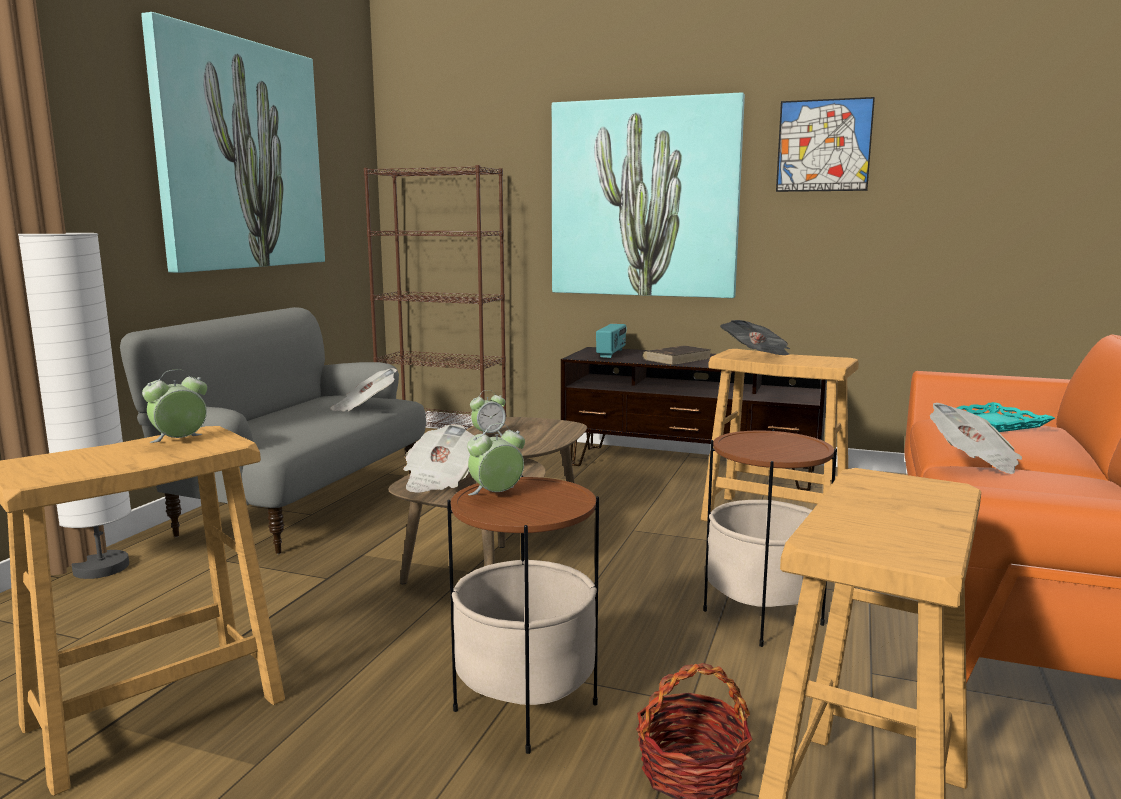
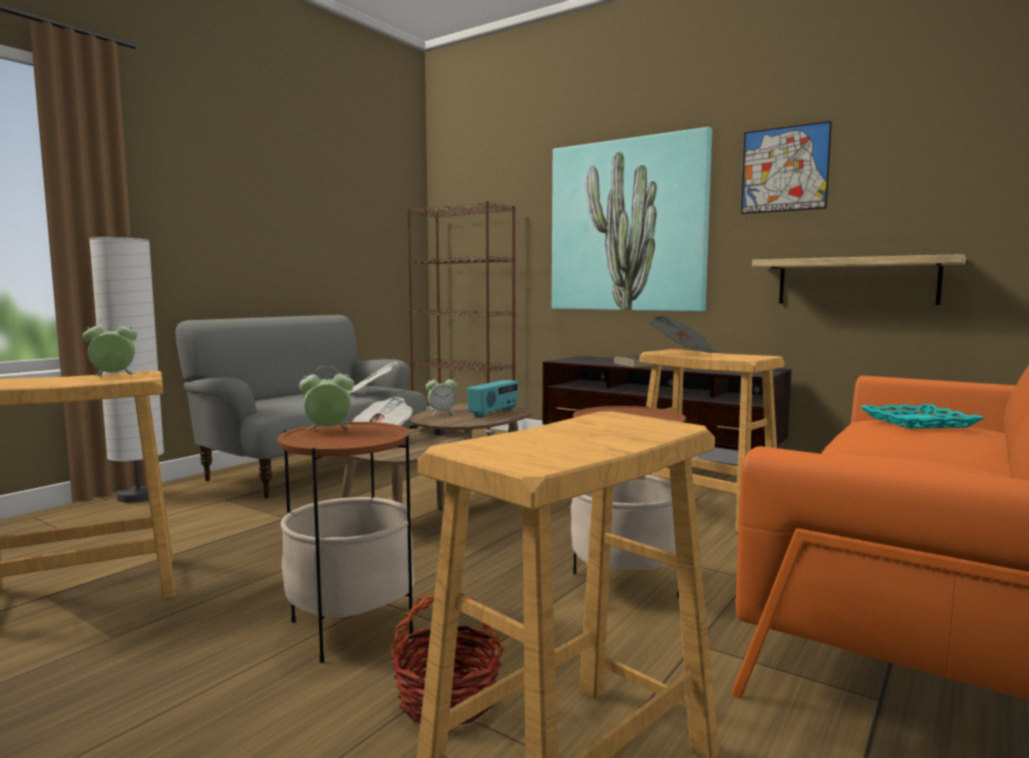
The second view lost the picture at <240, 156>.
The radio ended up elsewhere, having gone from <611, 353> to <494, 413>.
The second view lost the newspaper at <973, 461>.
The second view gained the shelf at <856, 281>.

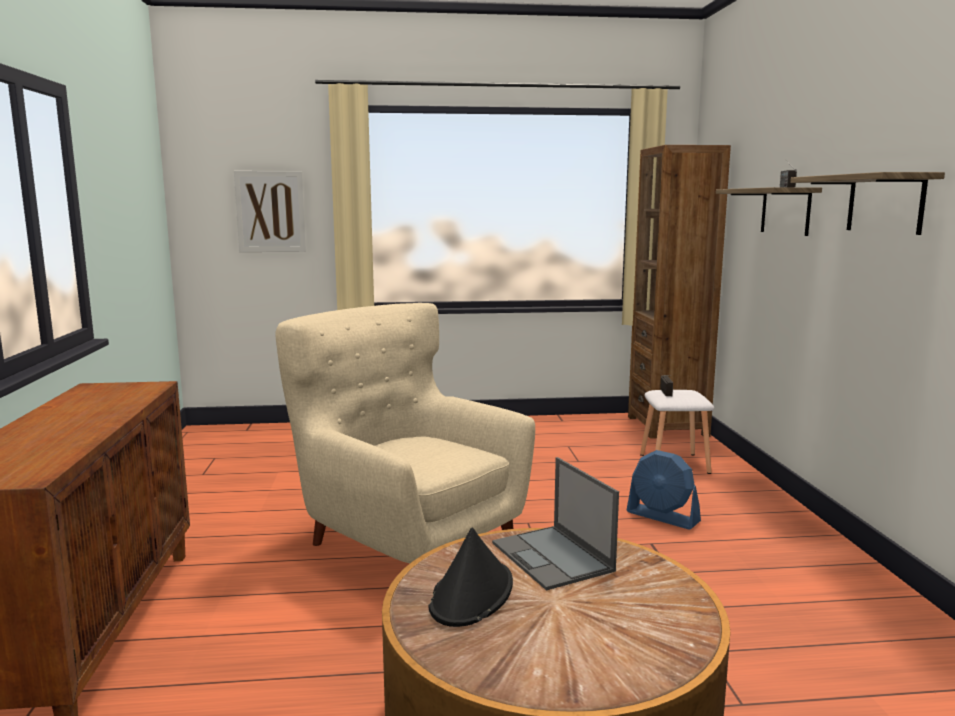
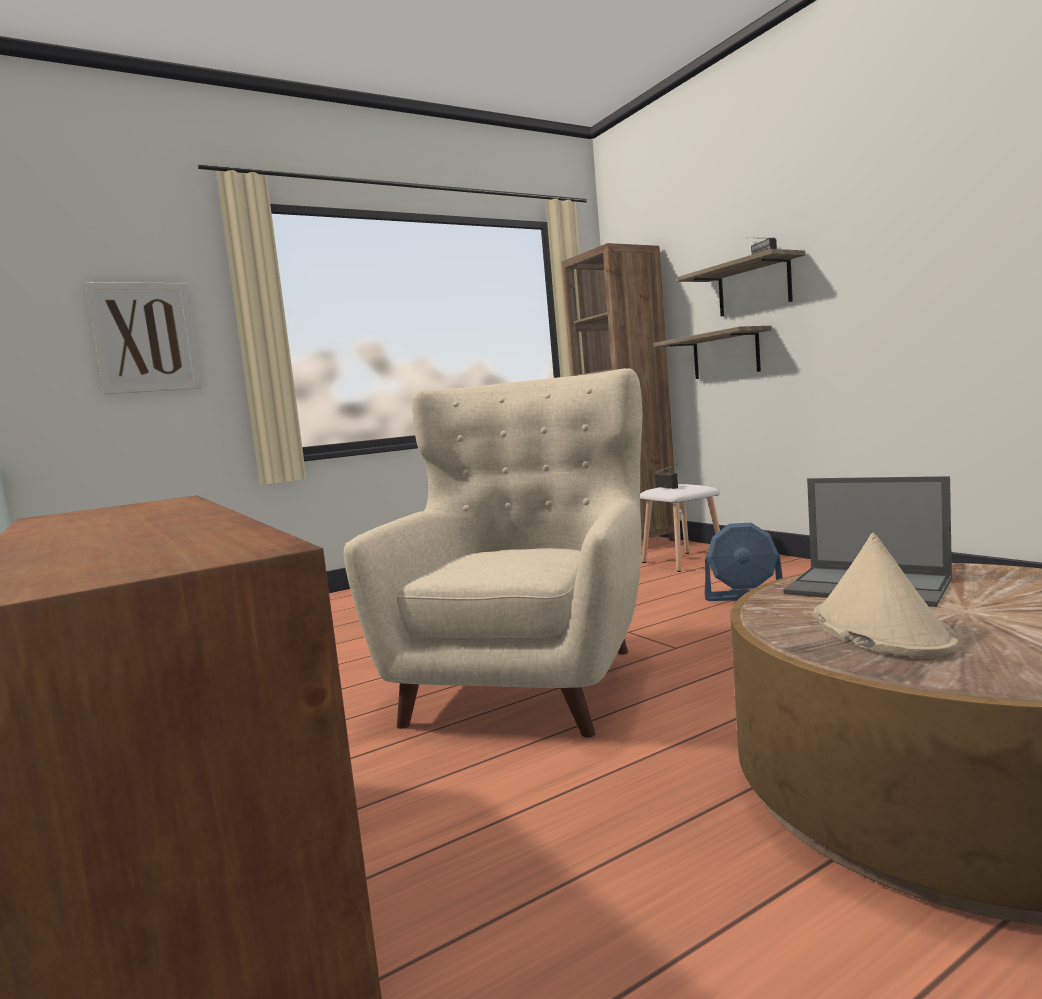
The beige armchair at <407, 542> ended up facing another way, 90 degrees clockwise from before.
What was the black hat at <472, 594> turned into the beige hat at <878, 630>.
The shelf ended up elsewhere, having gone from <885, 203> to <725, 354>.

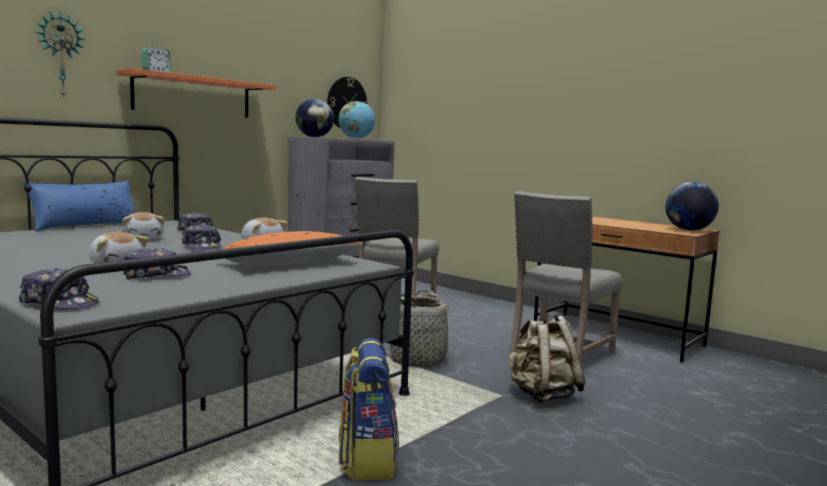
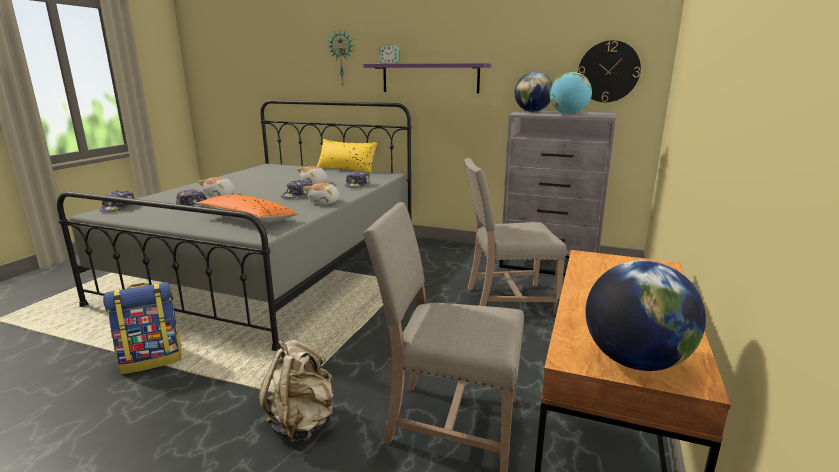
What was the blue pillow at <85, 226> turned into the yellow pillow at <346, 169>.
What was the orange shelf at <193, 96> turned into the purple shelf at <430, 78>.
The second view lost the basket at <418, 360>.

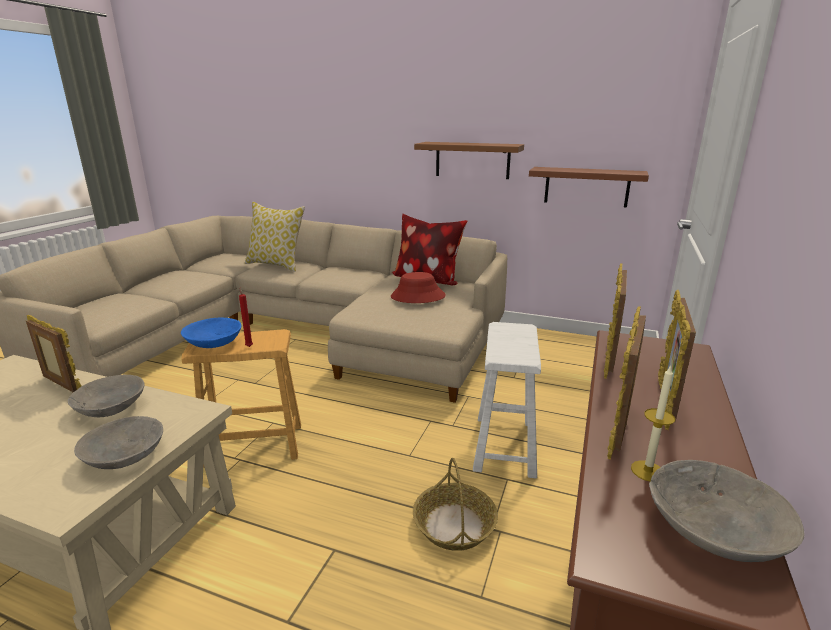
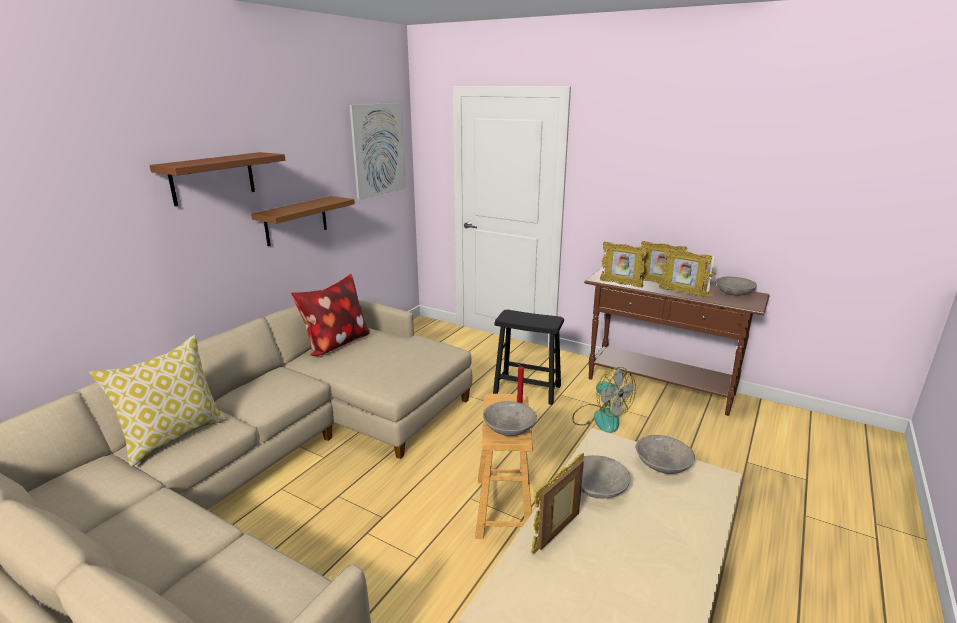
What was the blue bowl at <213, 343> turned into the grey bowl at <509, 429>.
The second view lost the red hat at <417, 296>.
Where the basket stood at <454, 525>, the fan came to stand at <600, 418>.
What was the white stool at <505, 446> turned into the black stool at <527, 389>.
The brown shelf ended up elsewhere, having gone from <586, 186> to <213, 178>.
The second view gained the picture at <379, 149>.

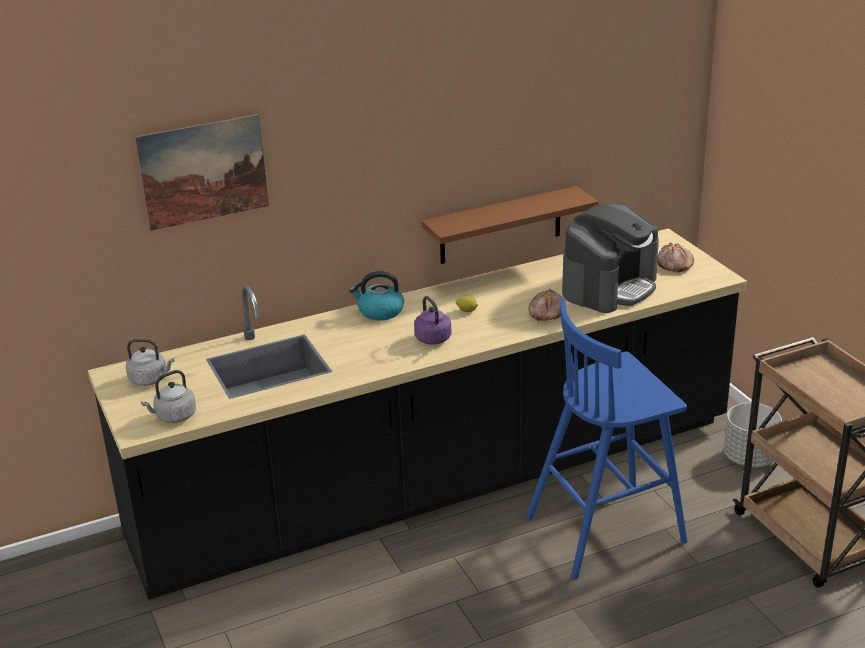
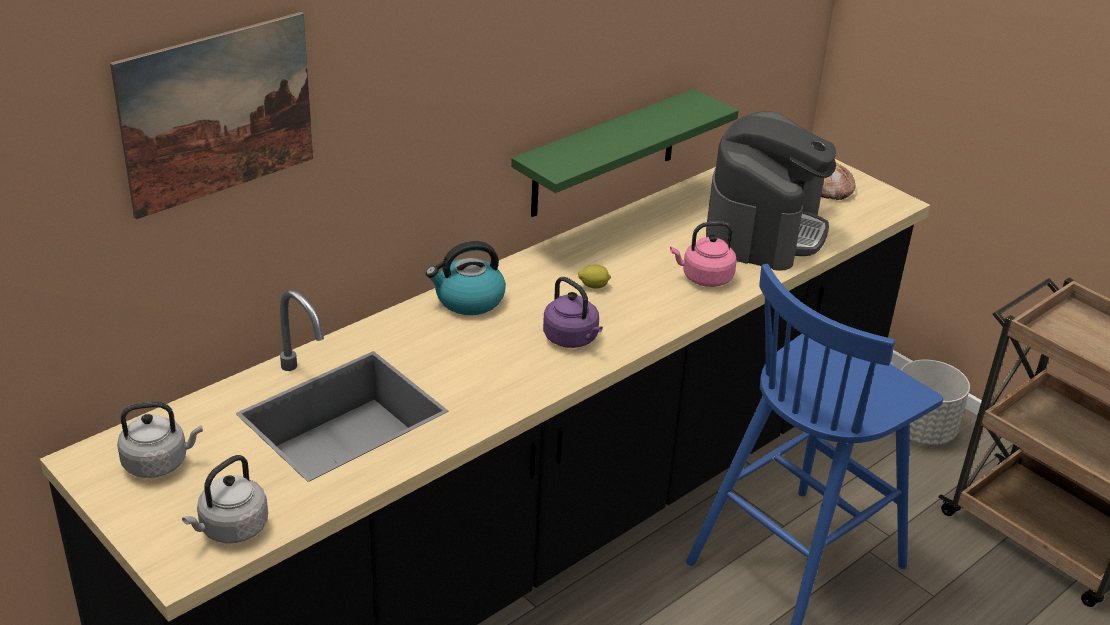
What was the brown shelf at <500, 226> turned into the green shelf at <605, 154>.
Where the bread stood at <546, 312>, the pink kettle came to stand at <704, 278>.

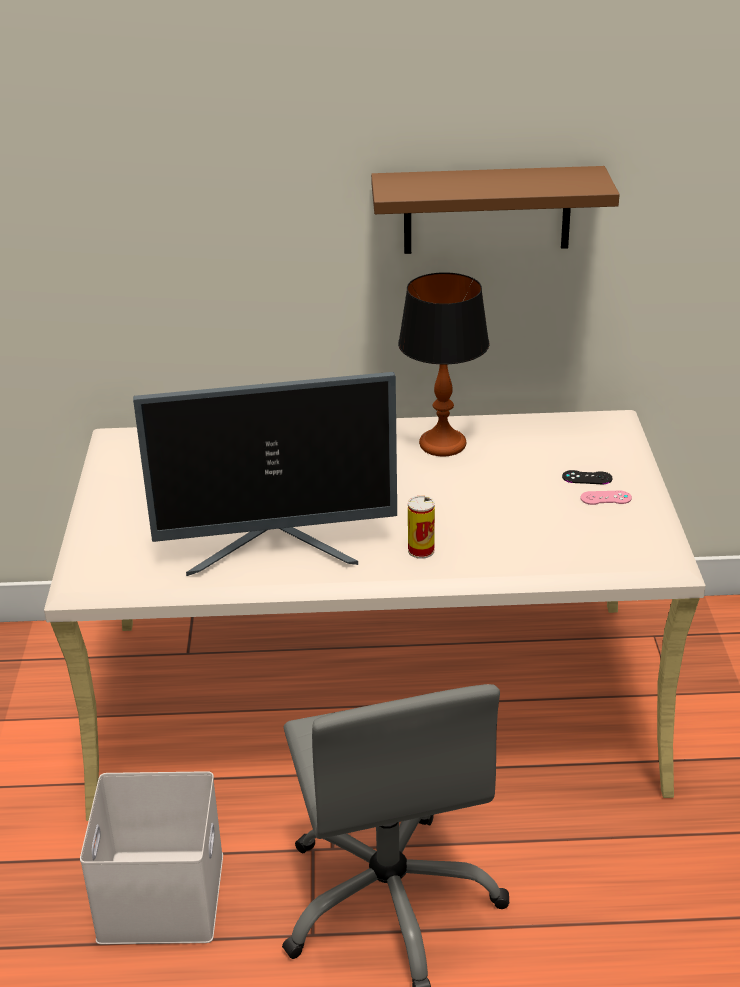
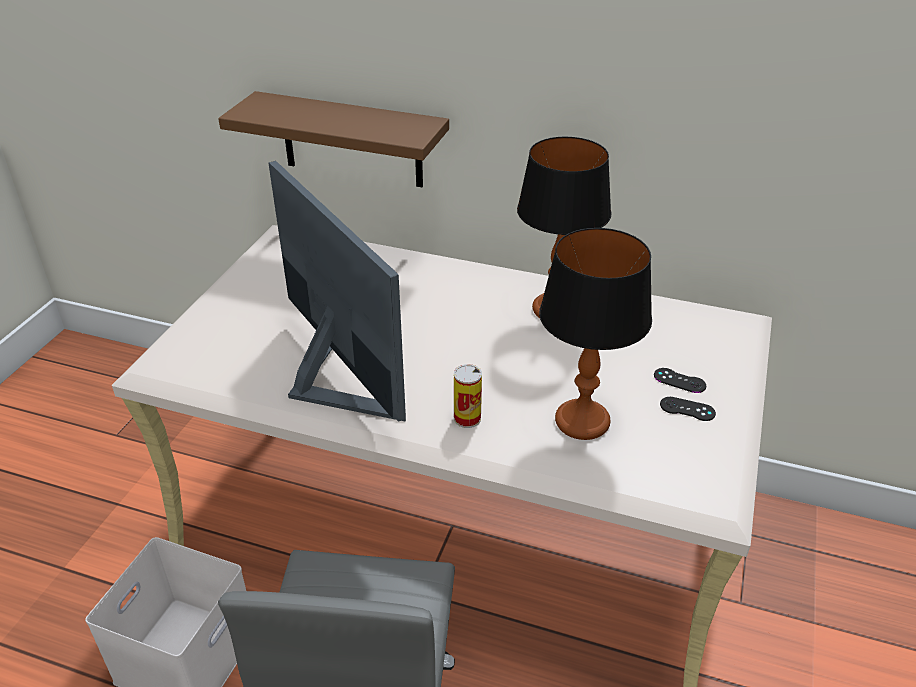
The monitor at <276, 549> ended up facing another way, 135 degrees counterclockwise from before.
The brown shelf ended up elsewhere, having gone from <487, 210> to <352, 140>.
What was the pink game controller at <605, 498> turned into the black game controller at <687, 409>.
The second view gained the table lamp at <582, 422>.

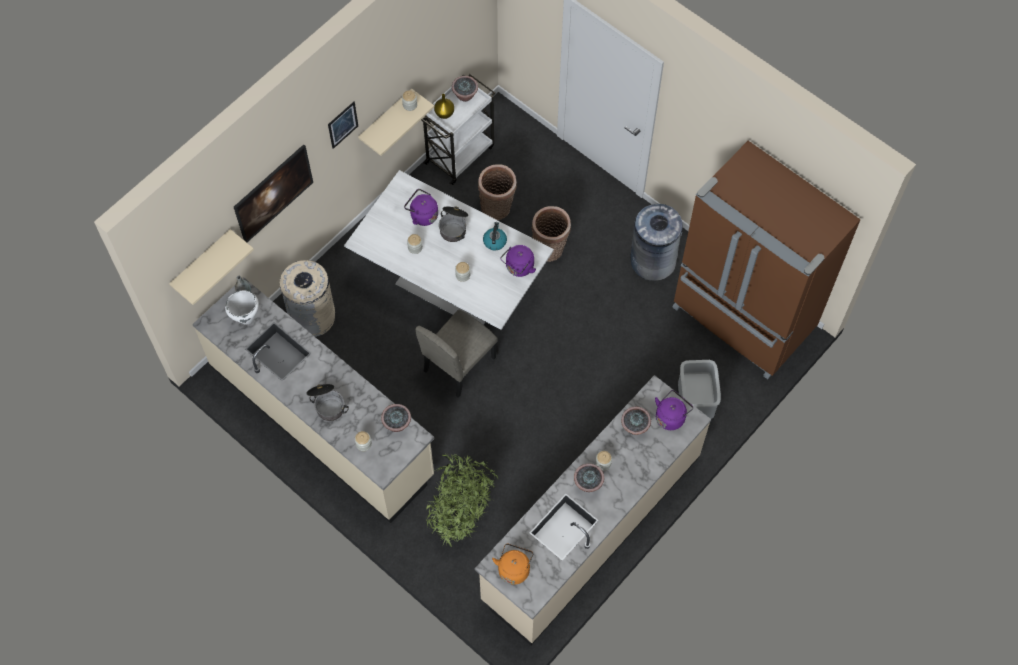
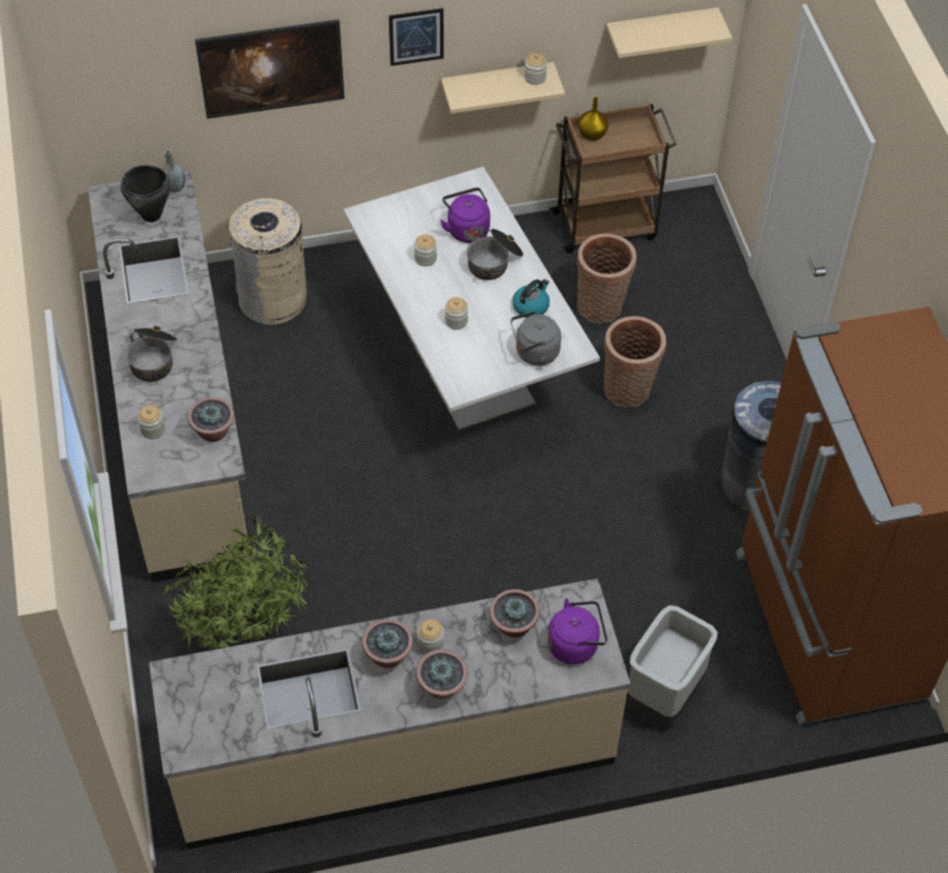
The beige shelf ended up elsewhere, having gone from <202, 263> to <660, 30>.
What was the white cooking pot at <246, 319> turned into the black cooking pot at <151, 215>.
The second view lost the beige chair at <459, 364>.
What was the white cart at <460, 154> turned into the brown cart at <606, 225>.
The potted plant ended up elsewhere, having gone from <465, 95> to <442, 687>.
The second view lost the orange kettle at <514, 568>.
What was the purple kettle at <518, 268> turned into the grey kettle at <534, 353>.

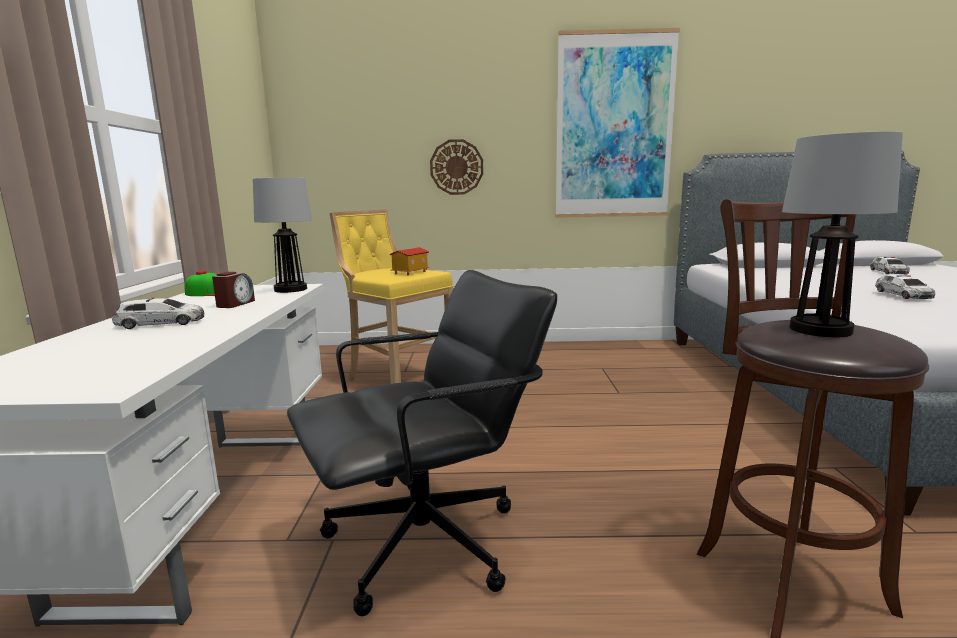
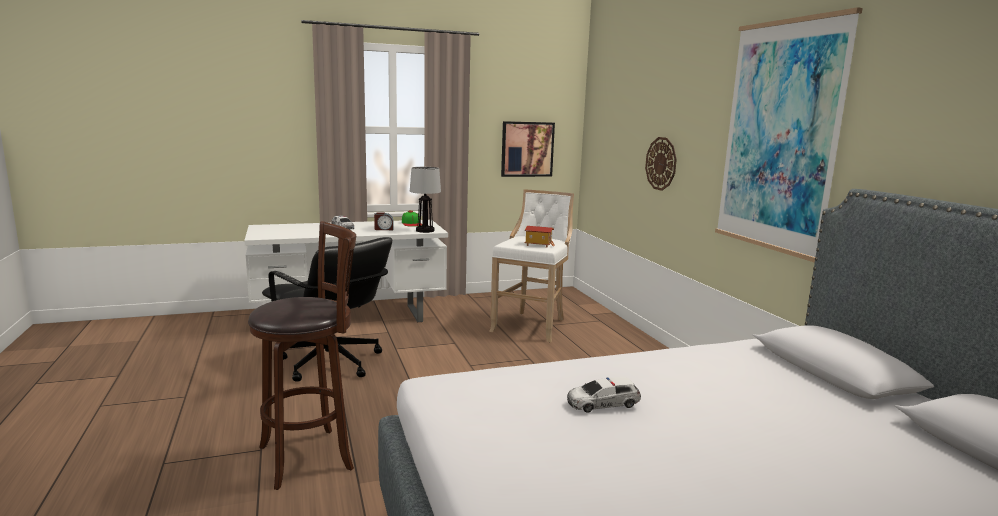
What was the yellow stool at <397, 380> turned into the white stool at <532, 325>.
The second view lost the table lamp at <818, 330>.
The second view lost the toy car at <888, 272>.
The second view gained the picture at <527, 149>.

